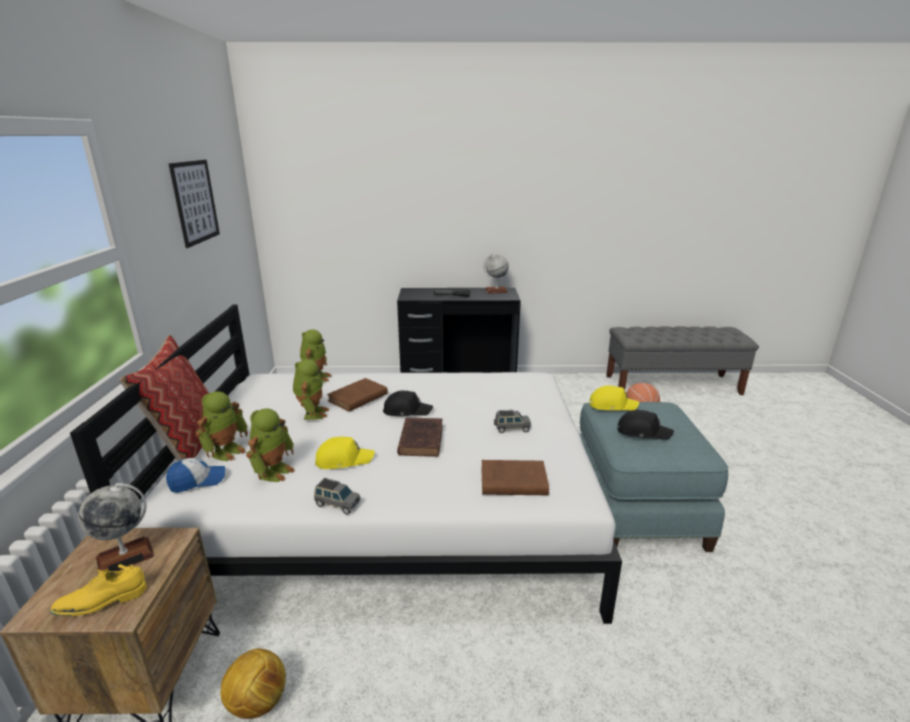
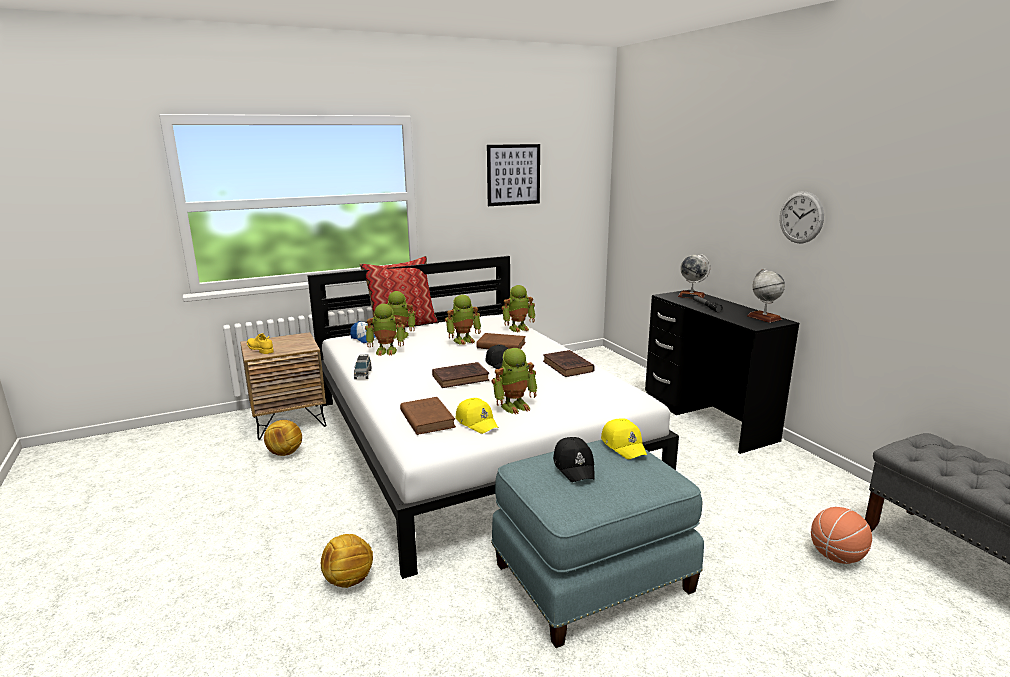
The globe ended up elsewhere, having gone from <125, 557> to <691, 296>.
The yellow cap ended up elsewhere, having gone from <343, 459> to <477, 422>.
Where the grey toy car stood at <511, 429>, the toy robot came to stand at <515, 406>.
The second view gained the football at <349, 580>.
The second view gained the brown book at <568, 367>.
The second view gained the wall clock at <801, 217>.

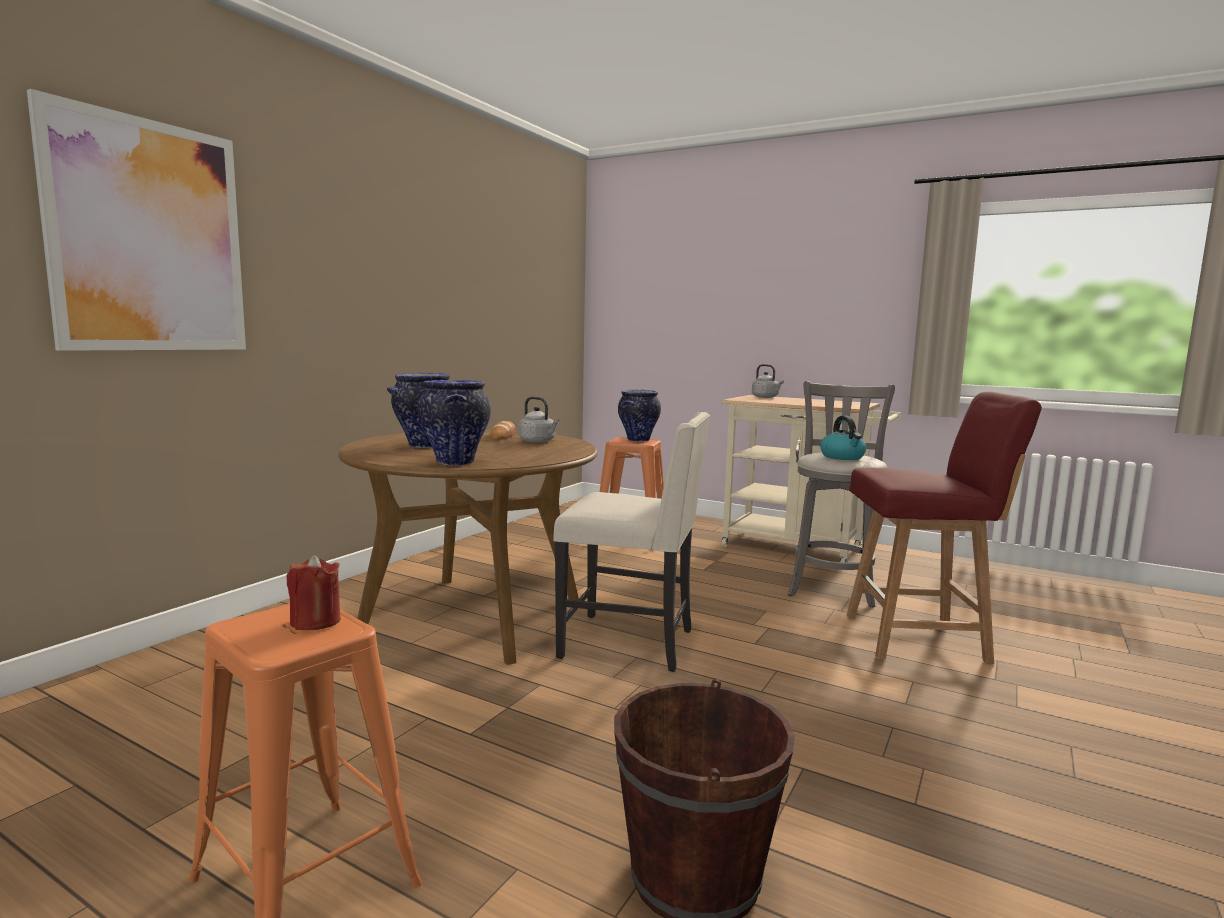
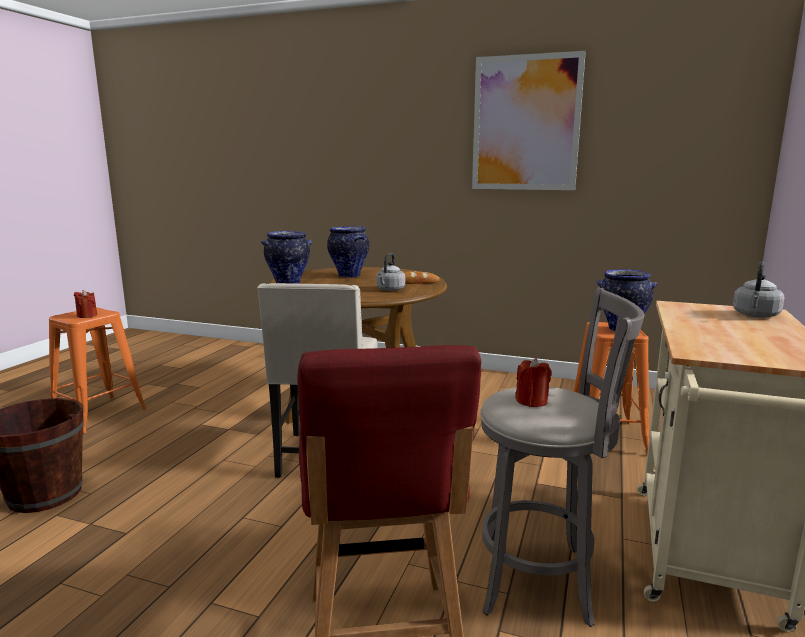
The picture ended up elsewhere, having gone from <149, 237> to <526, 123>.
Where the kettle stood at <843, 457>, the red candle came to stand at <531, 401>.

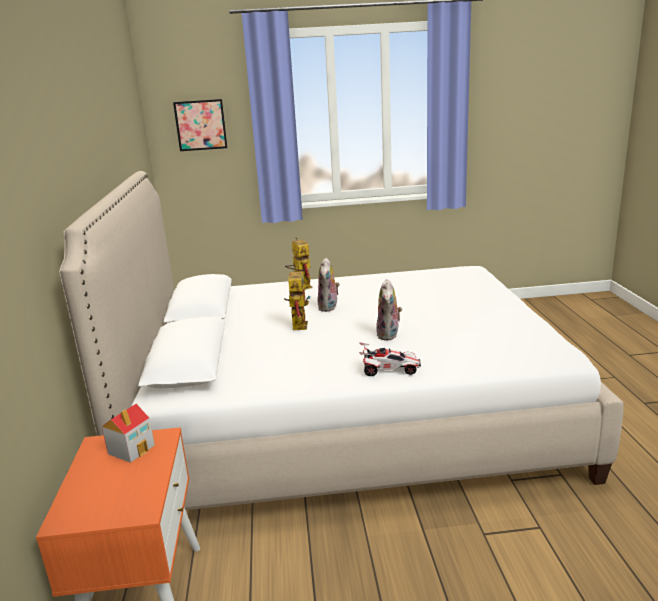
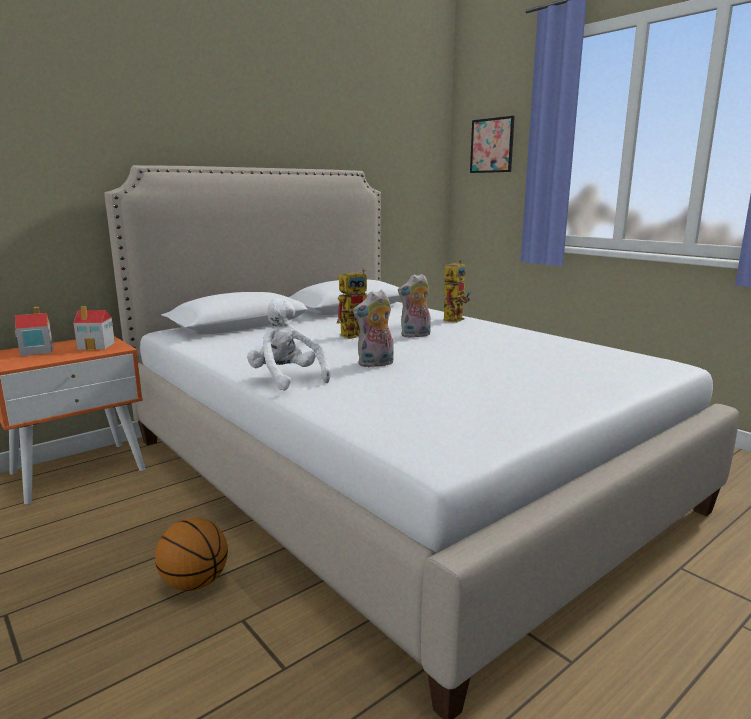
Where the toy car stood at <389, 370>, the white plush toy came to stand at <287, 379>.
The second view gained the toy house at <36, 351>.
The second view gained the basketball at <195, 582>.

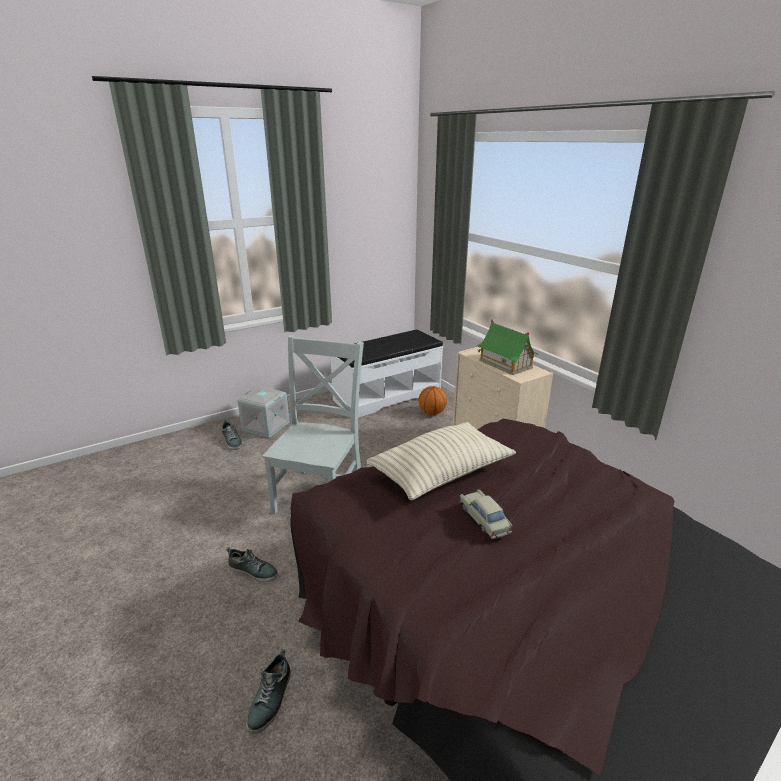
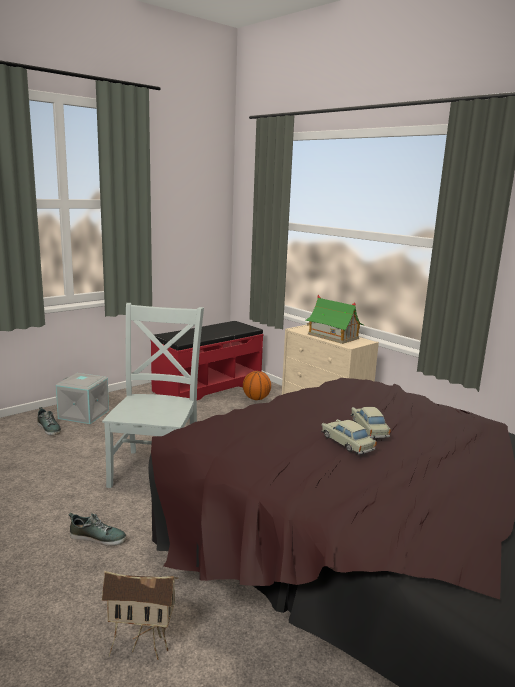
Where the shoe stood at <271, 699>, the toy house came to stand at <142, 644>.
What was the white bench at <387, 396> turned into the red bench at <207, 386>.
The second view lost the pillow at <441, 473>.
The second view gained the beige toy car at <369, 428>.

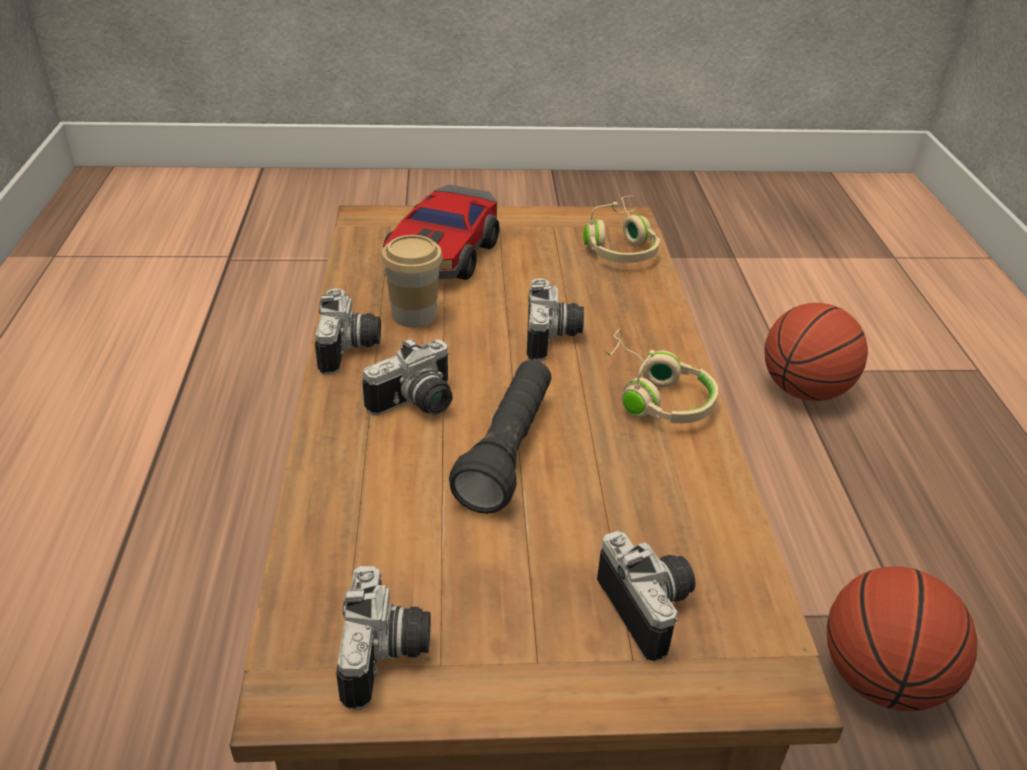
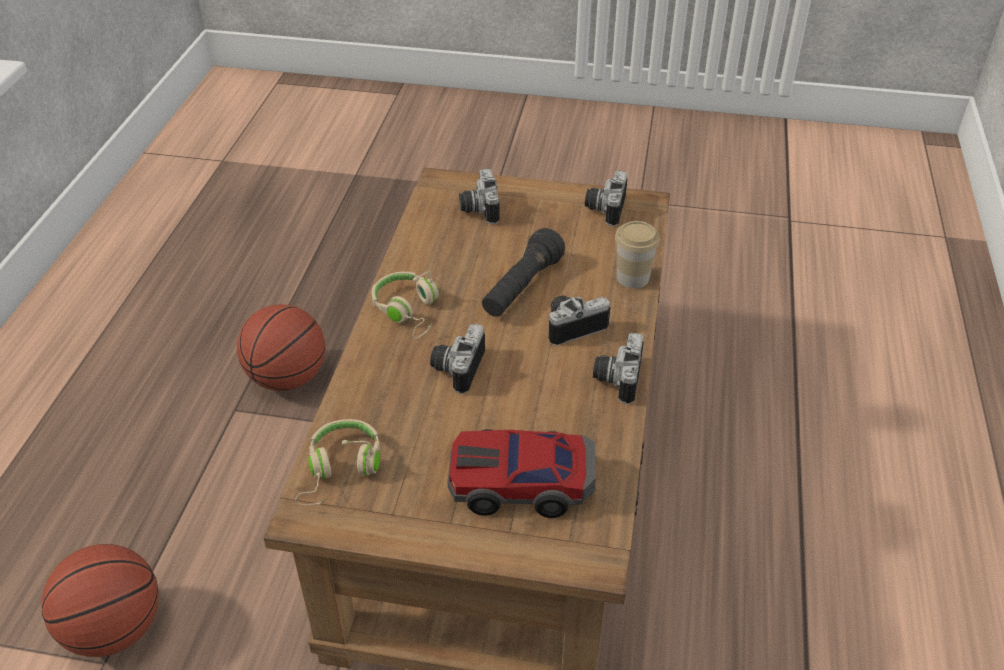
The cup ended up elsewhere, having gone from <414, 315> to <632, 278>.
The toy car at <444, 253> ended up facing another way, 120 degrees counterclockwise from before.

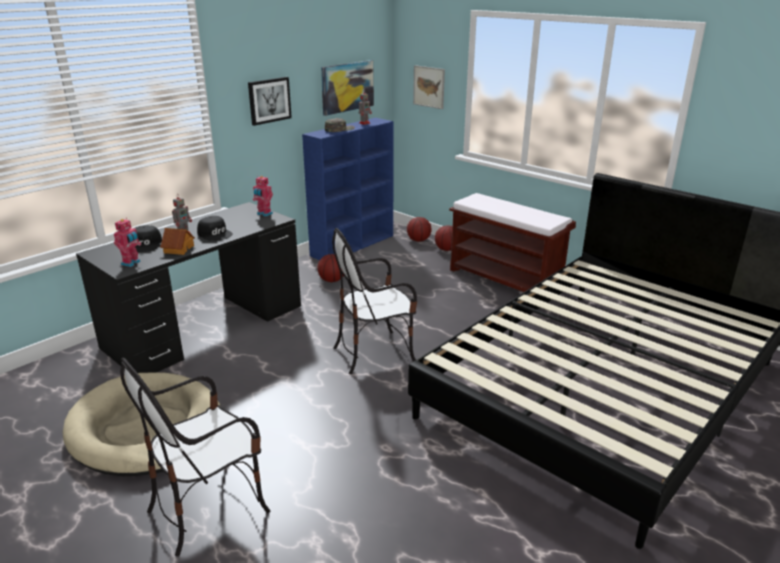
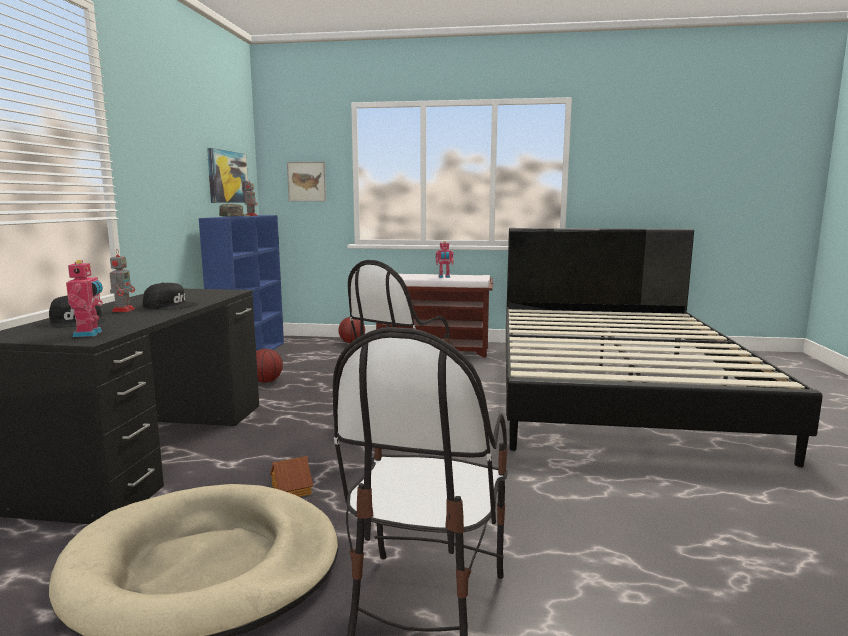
The toy house ended up elsewhere, having gone from <178, 249> to <290, 490>.
The second view lost the picture at <269, 100>.
The toy robot ended up elsewhere, having gone from <264, 214> to <444, 277>.
The second view lost the basketball at <419, 240>.

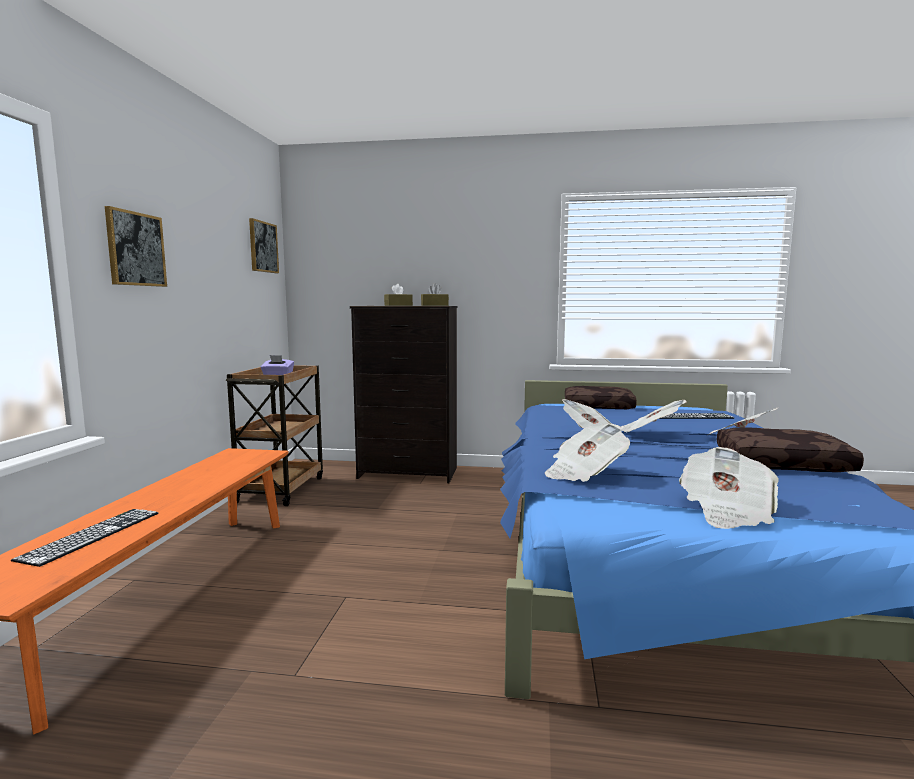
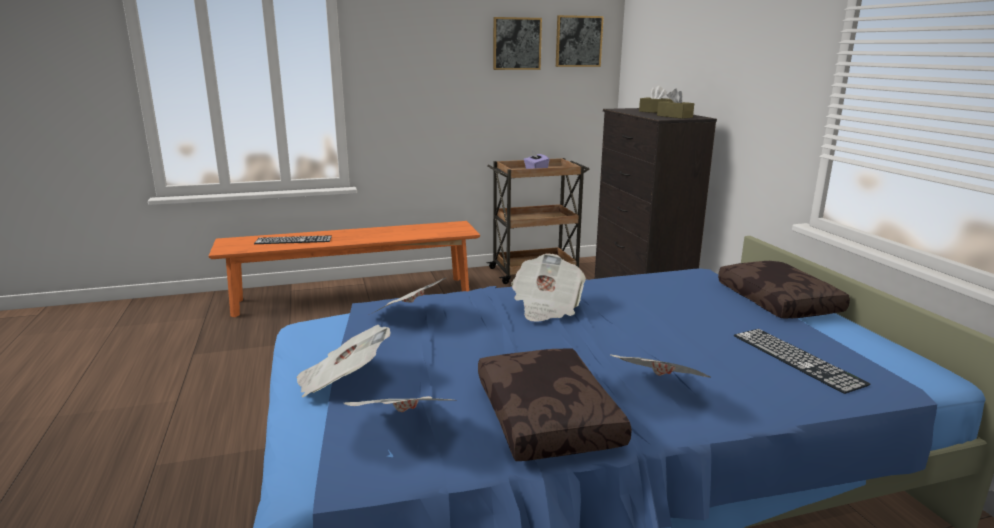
The picture ended up elsewhere, having gone from <135, 249> to <516, 43>.
The newspaper ended up elsewhere, having gone from <649, 433> to <404, 427>.

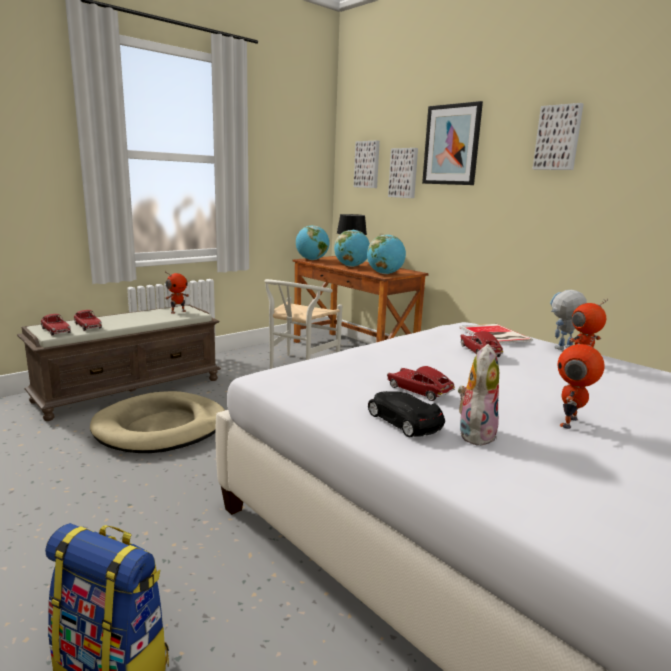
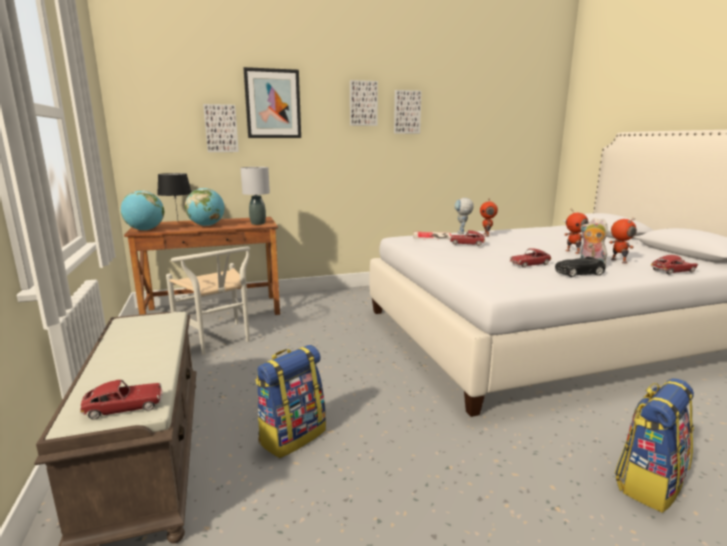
The toy car ended up elsewhere, having gone from <88, 326> to <673, 271>.
Where the beige dog bed stood at <161, 427>, the backpack came to stand at <292, 436>.
The toy robot ended up elsewhere, having gone from <178, 312> to <618, 261>.
The picture ended up elsewhere, having gone from <367, 164> to <406, 112>.
Where the globe stood at <385, 274>, the grey table lamp came to stand at <258, 223>.

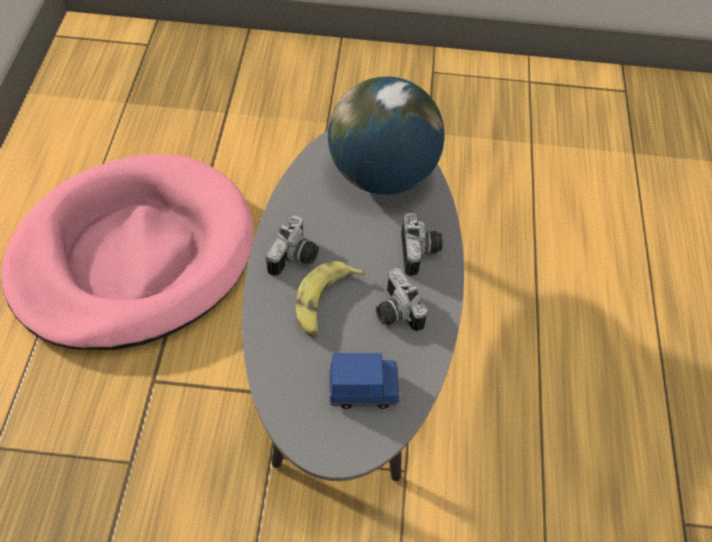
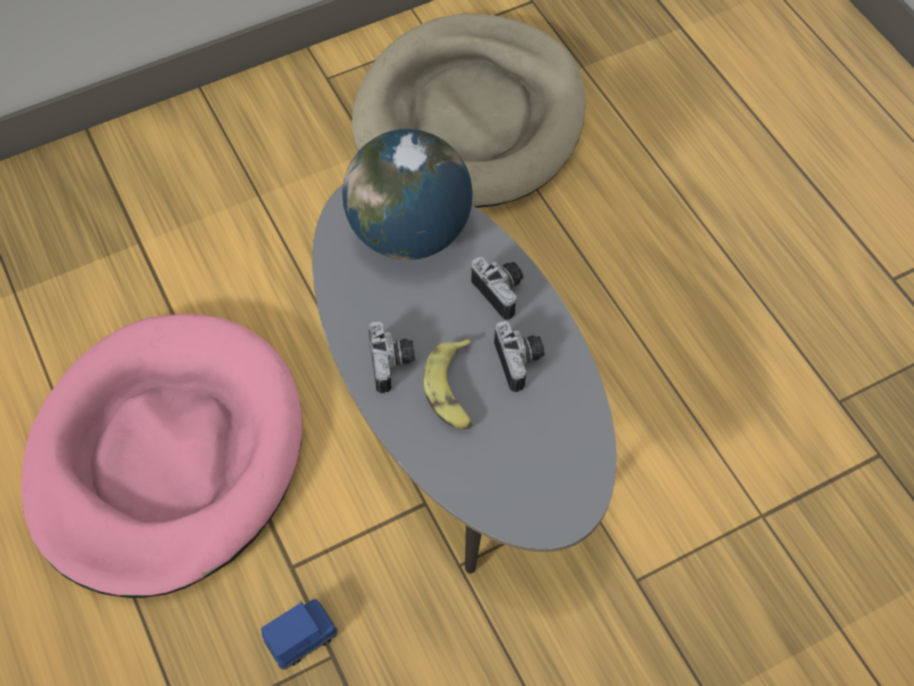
The blue toy car ended up elsewhere, having gone from <363, 389> to <301, 637>.
The photo camera at <394, 312> ended up facing another way, 135 degrees counterclockwise from before.
The second view gained the beige dog bed at <470, 118>.

